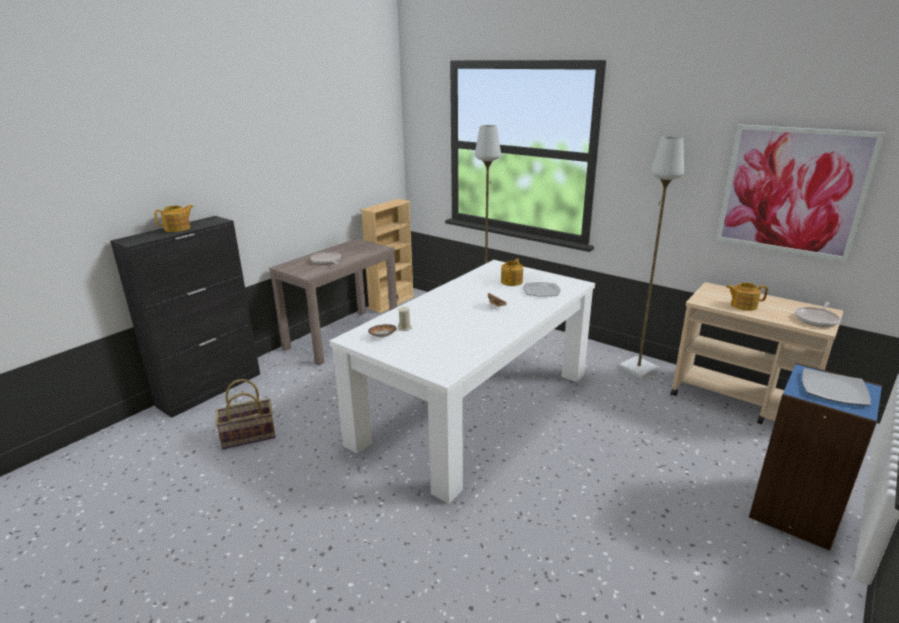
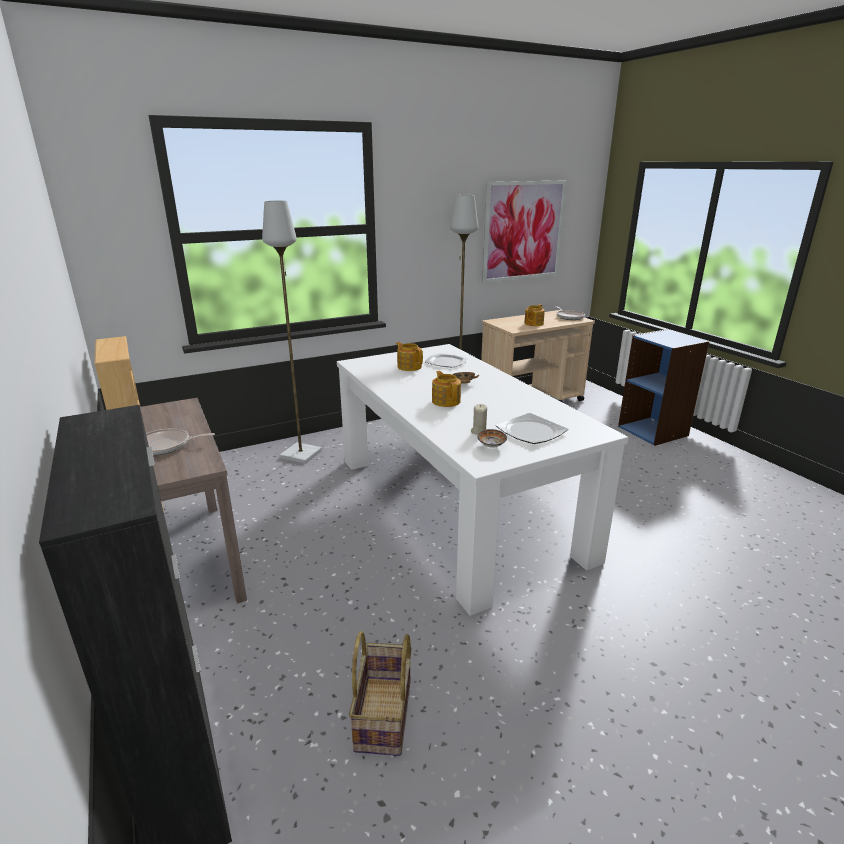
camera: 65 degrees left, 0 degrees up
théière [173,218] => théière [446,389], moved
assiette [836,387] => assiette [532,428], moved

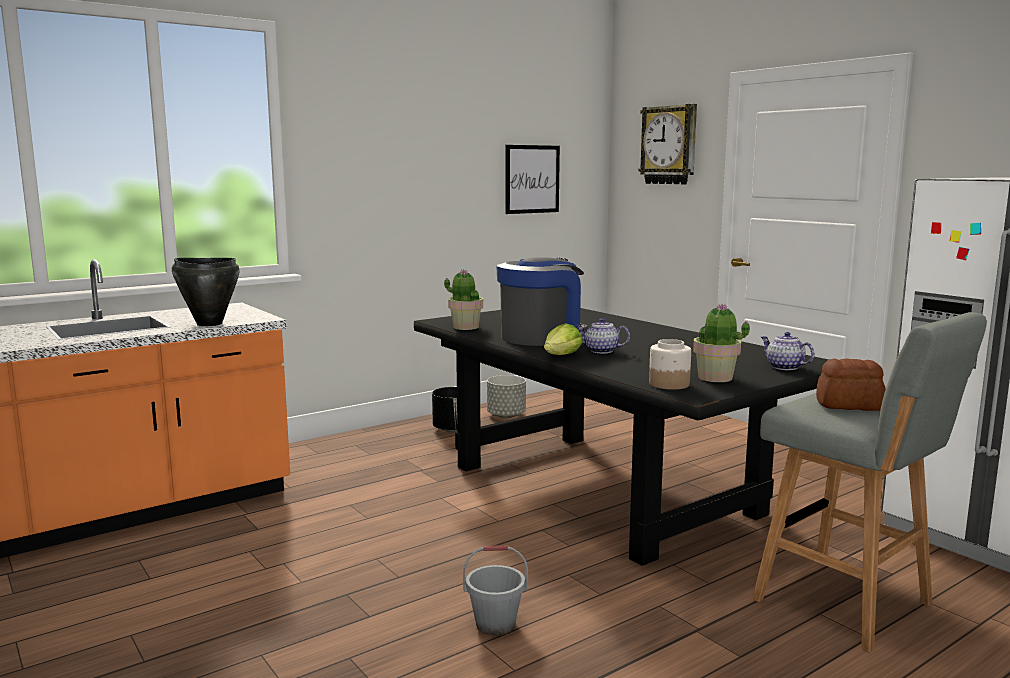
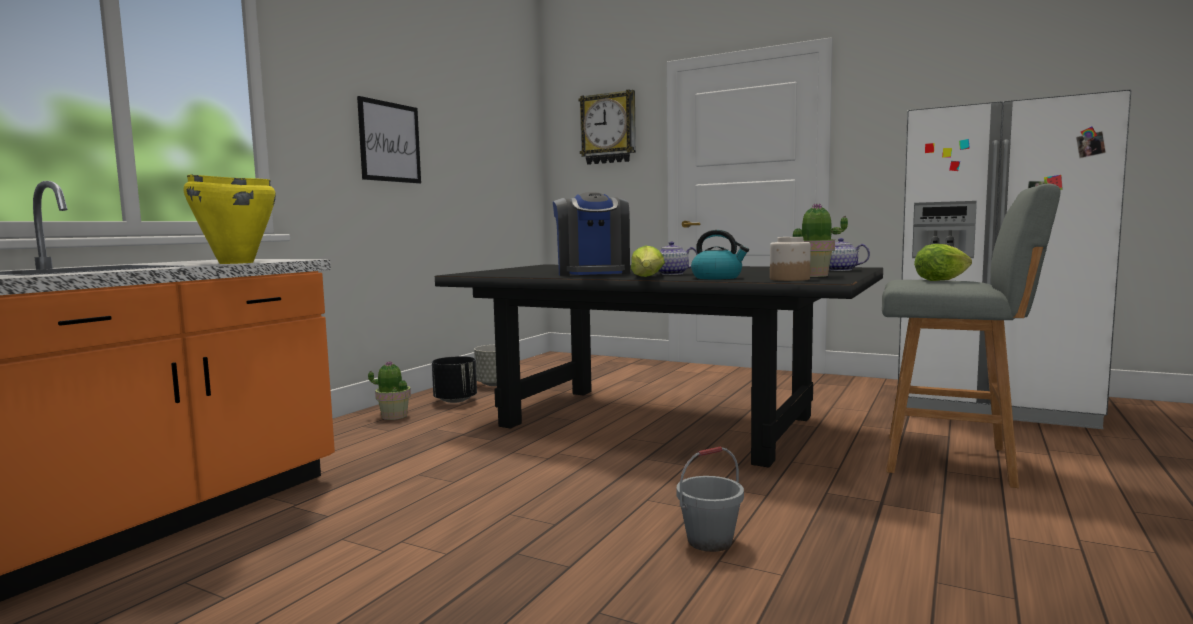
camera: 25 degrees left, 5 degrees down
marmite/noir [206,292] => marmite/jaune [230,219]
tableau [533,179] => tableau [389,140], moved
plante en pot [463,299] => plante en pot [389,390], moved
machine à café [542,301] => machine à café [591,234], 150 degrees clockwise
nothing => bouilloire [720,254]
pain [851,385] => laitue [943,262]

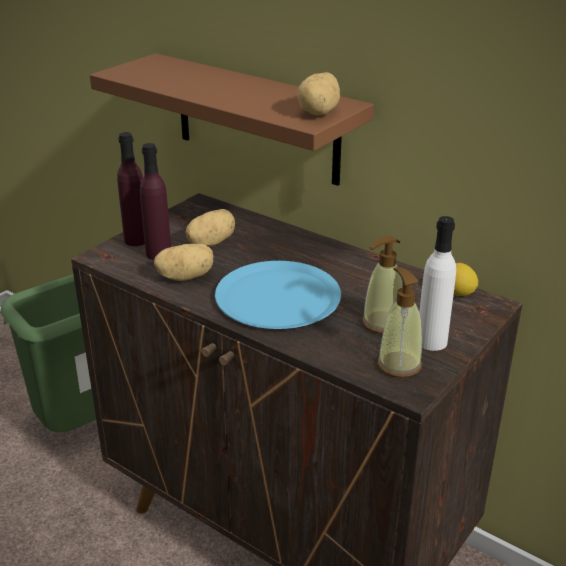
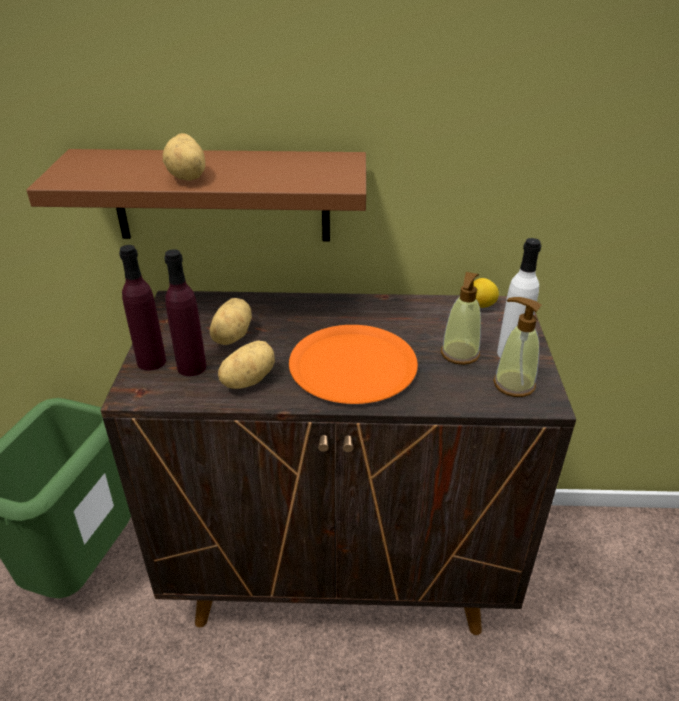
camera: 35 degrees left, 5 degrees up
pomme de terre [318,94] => pomme de terre [184,157], moved
assiette/bleu [278,295] => assiette/orange [353,364]

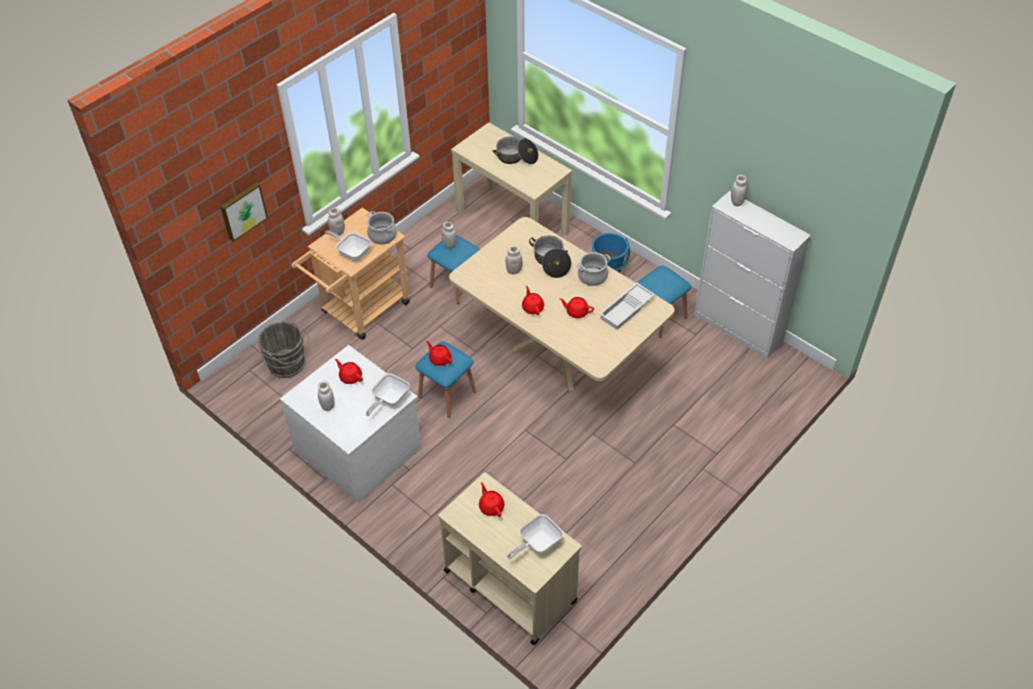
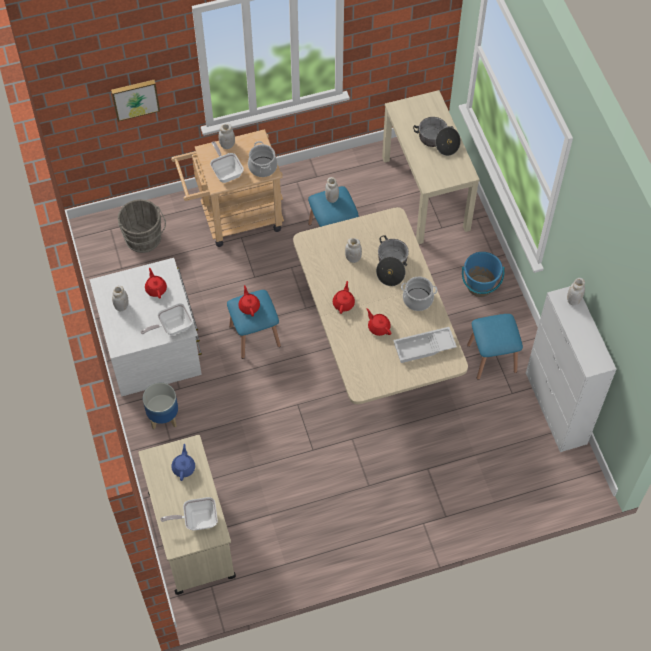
camera: 30 degrees right, 10 degrees up
nothing => cache-pot [160,406]
théière/rouge [492,499] => théière/bleu [183,462]

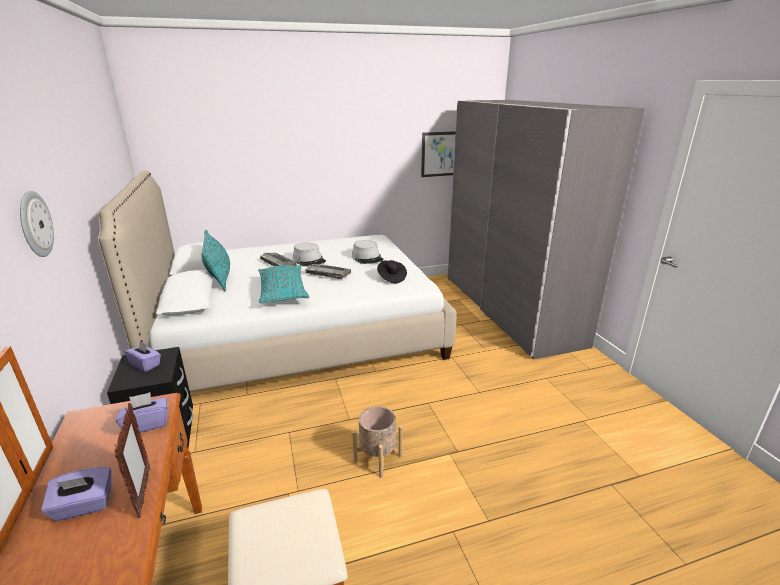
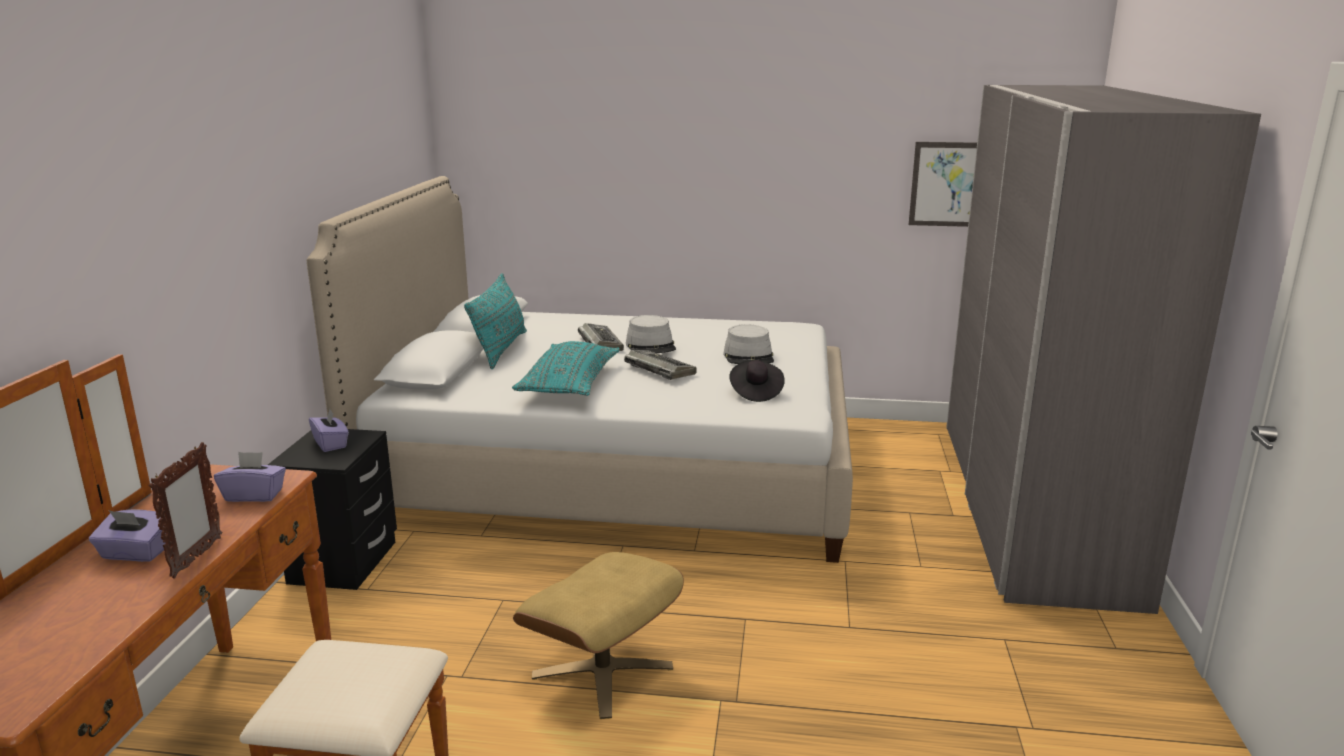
camera: 25 degrees right, 5 degrees down
cache-pot/beige [377,442] => pouf/beige [598,635]
horloge murale [37,224] => nothing

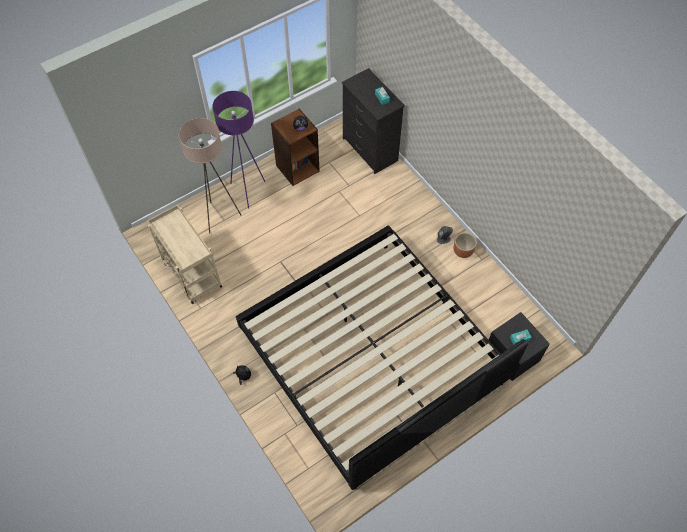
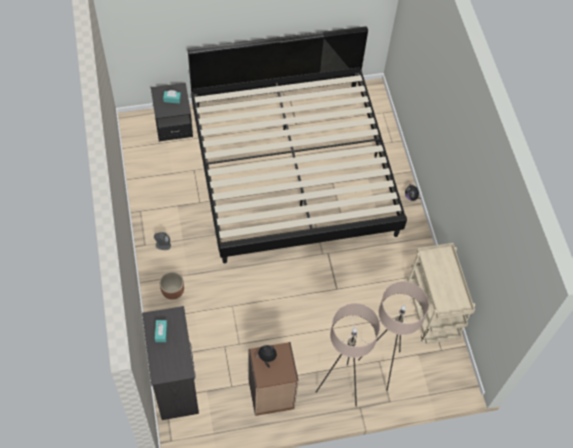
camera: 160 degrees left, 0 degrees up
cache-pot/marron [465,245] => cache-pot/marron [172,286], moved
lampadaire/violet [238,150] => lampadaire/beige [348,355]

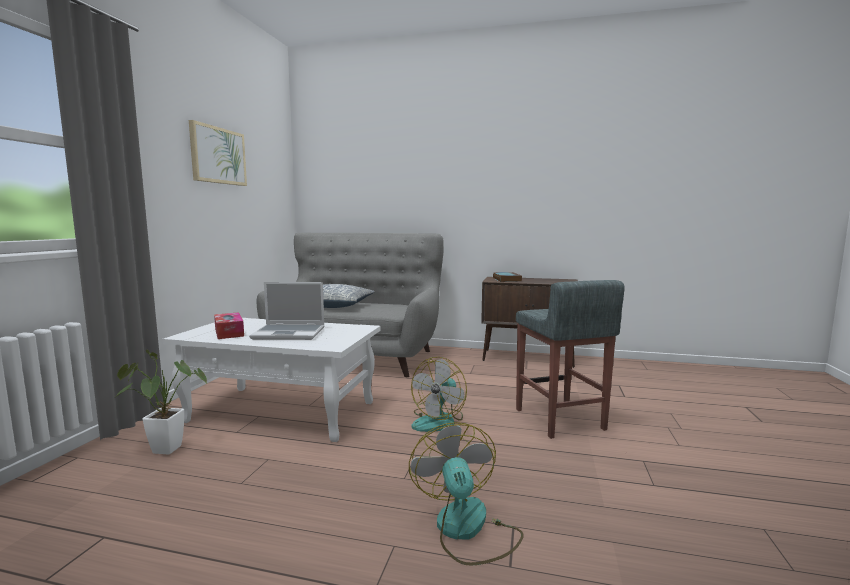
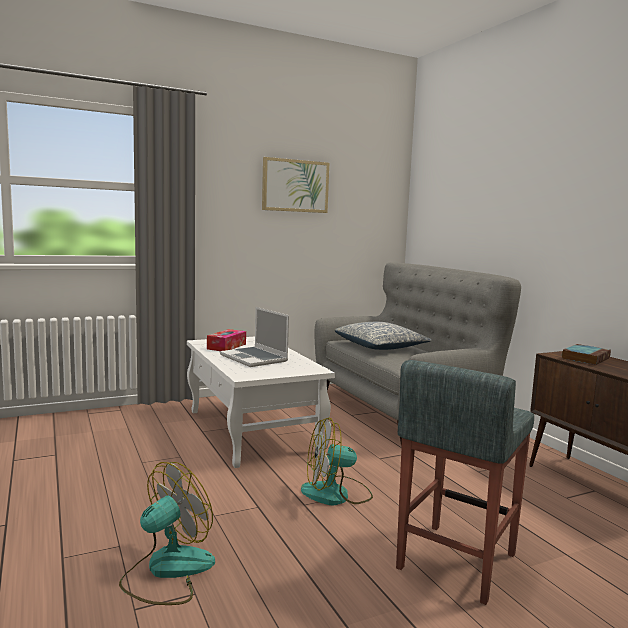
camera: 50 degrees right, 0 degrees up
plante en pot [160,402] => nothing

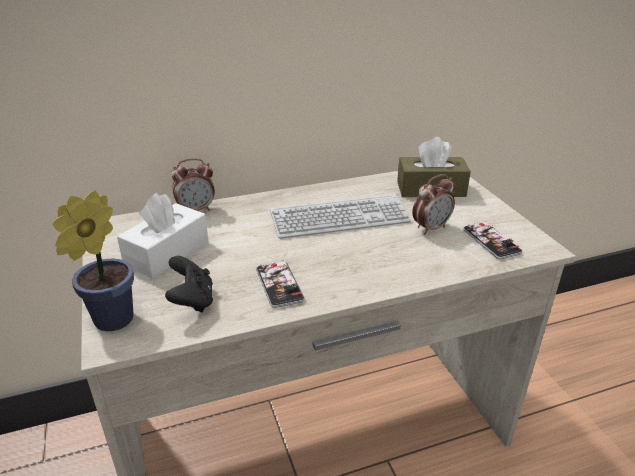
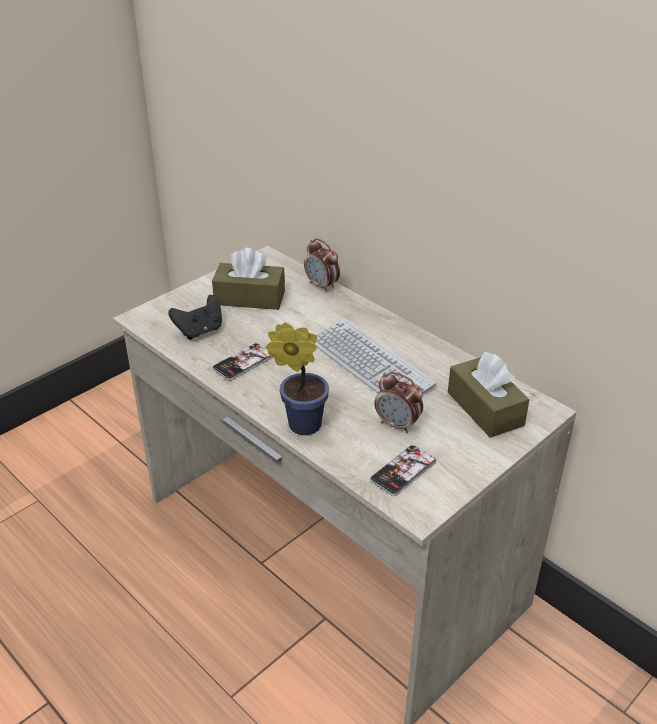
camera: 65 degrees right, 5 degrees up
boîte à mouchoirs/blanc [163,236] => boîte à mouchoirs/marron [248,279]
plante en pot [93,261] => plante en pot [297,378], moved

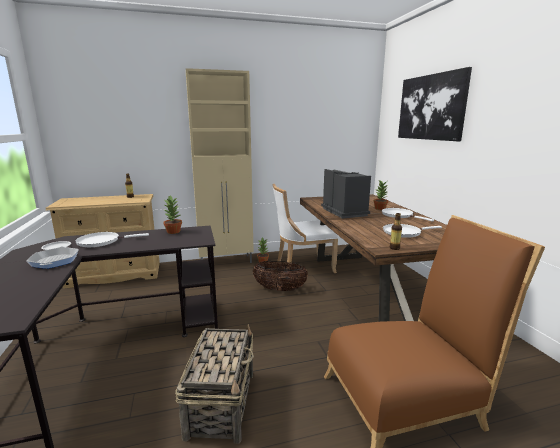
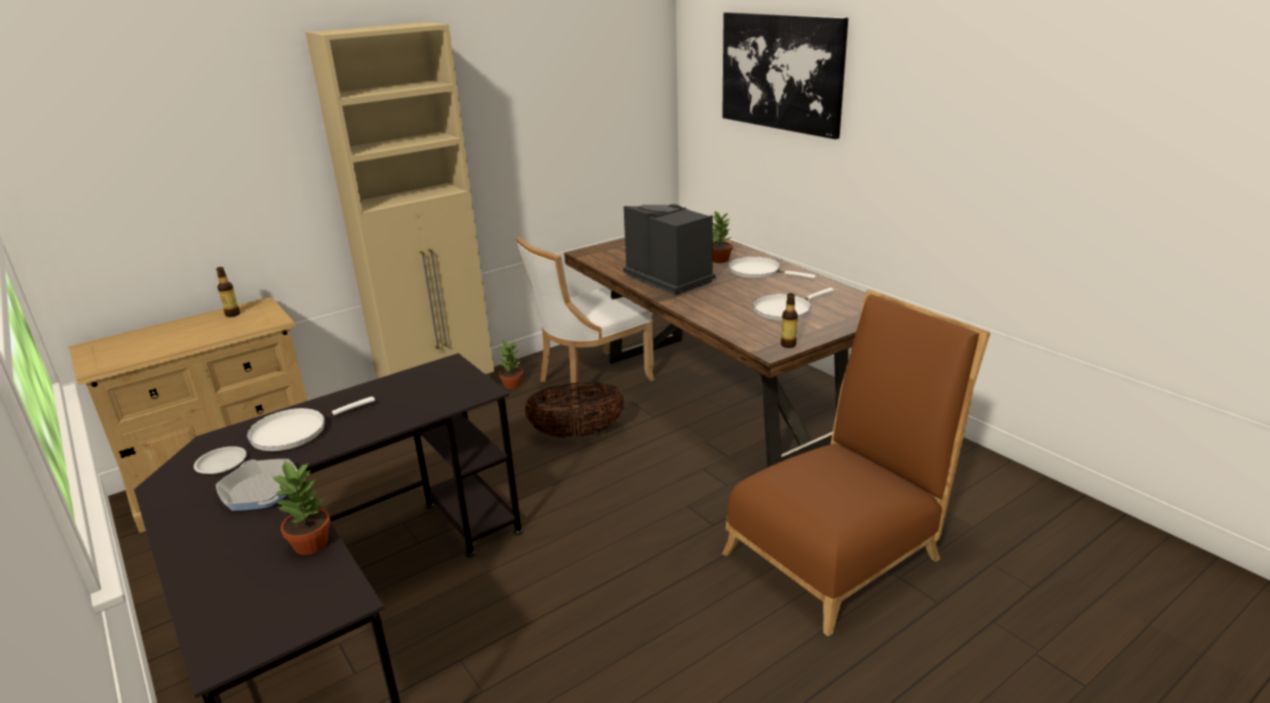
camera: 20 degrees left, 10 degrees up
plante en pot [172,215] => plante en pot [301,507], moved
panier [214,384] => nothing

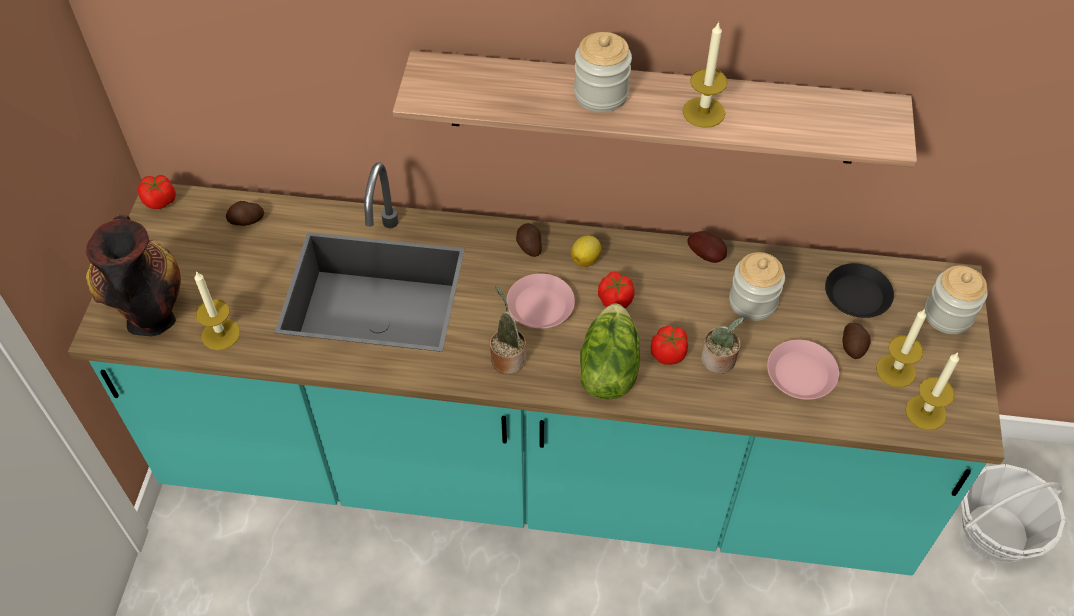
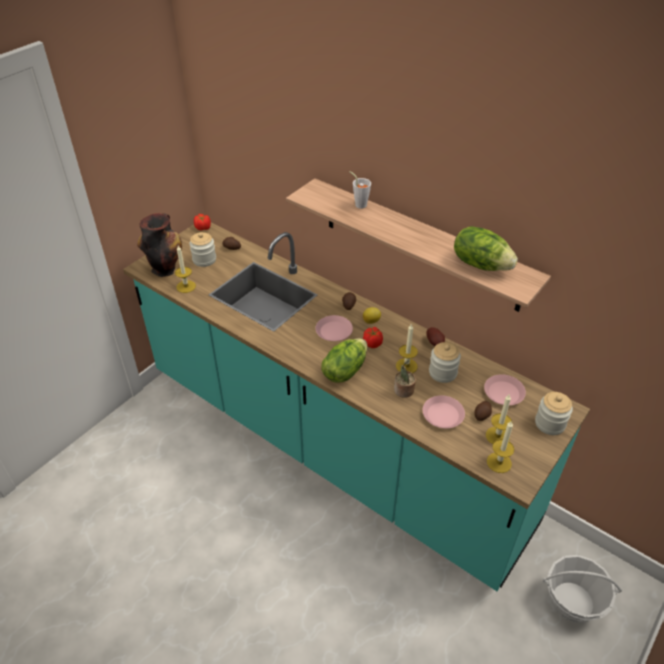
camera: 30 degrees right, 10 degrees down
bocal [603,72] => bocal [202,249], moved
nothing => tasse/blanc [360,190]
bougie [705,74] => bougie [407,348], moved
nothing => laitue [486,248]
assiette/noir [859,290] => assiette/rose [505,390]
plante en pot [507,330] => nothing
tomate [669,345] => nothing

